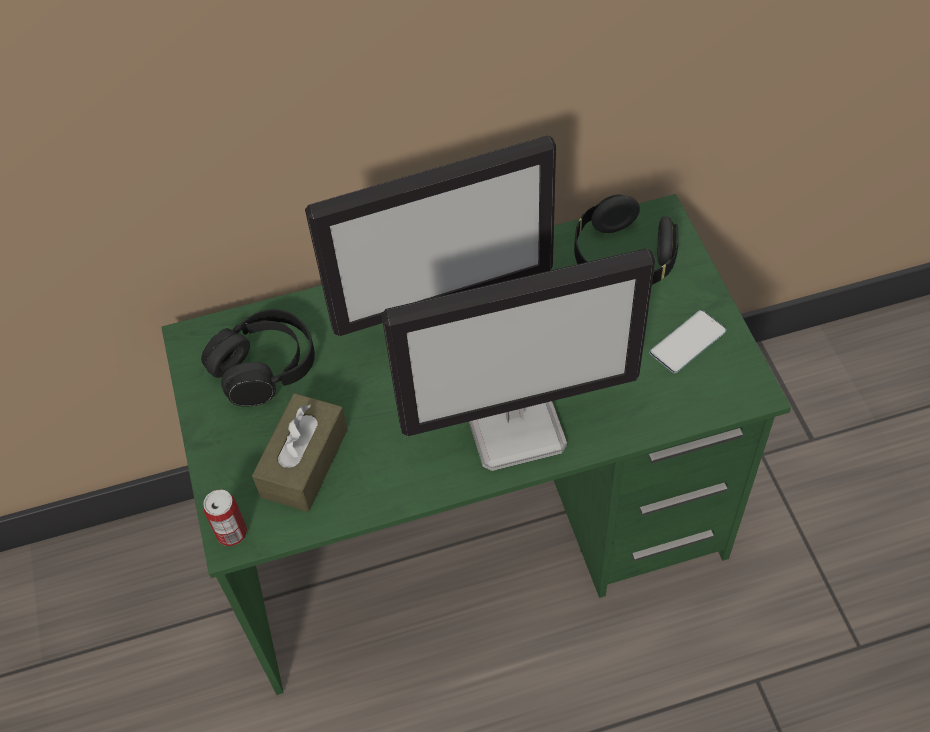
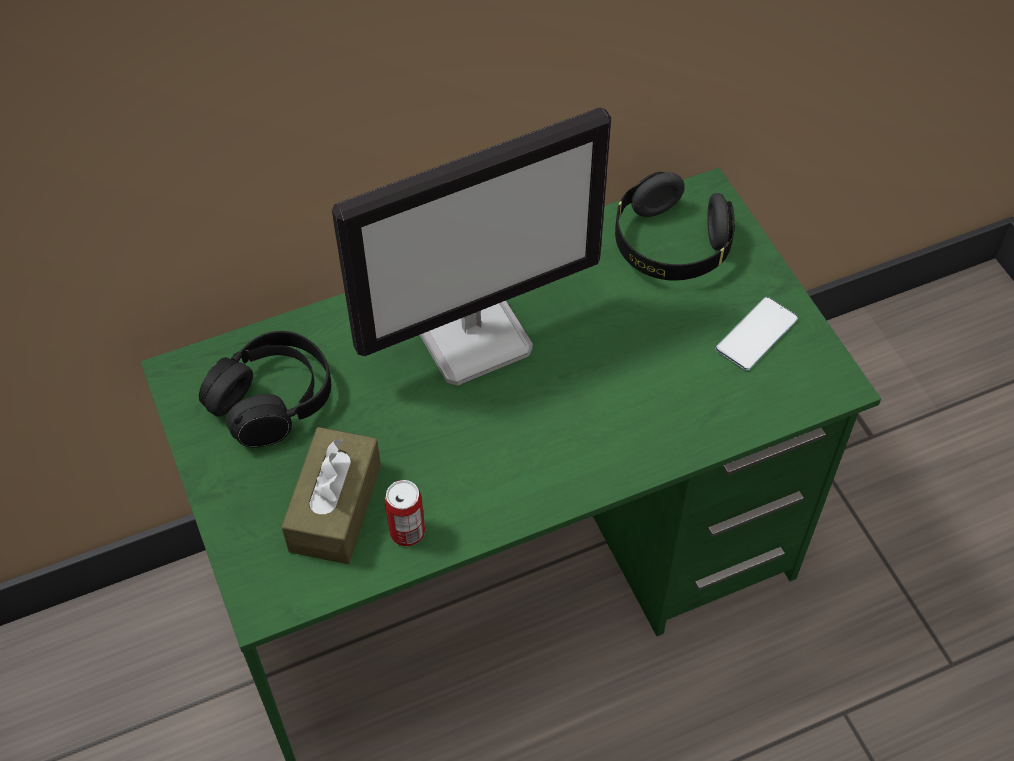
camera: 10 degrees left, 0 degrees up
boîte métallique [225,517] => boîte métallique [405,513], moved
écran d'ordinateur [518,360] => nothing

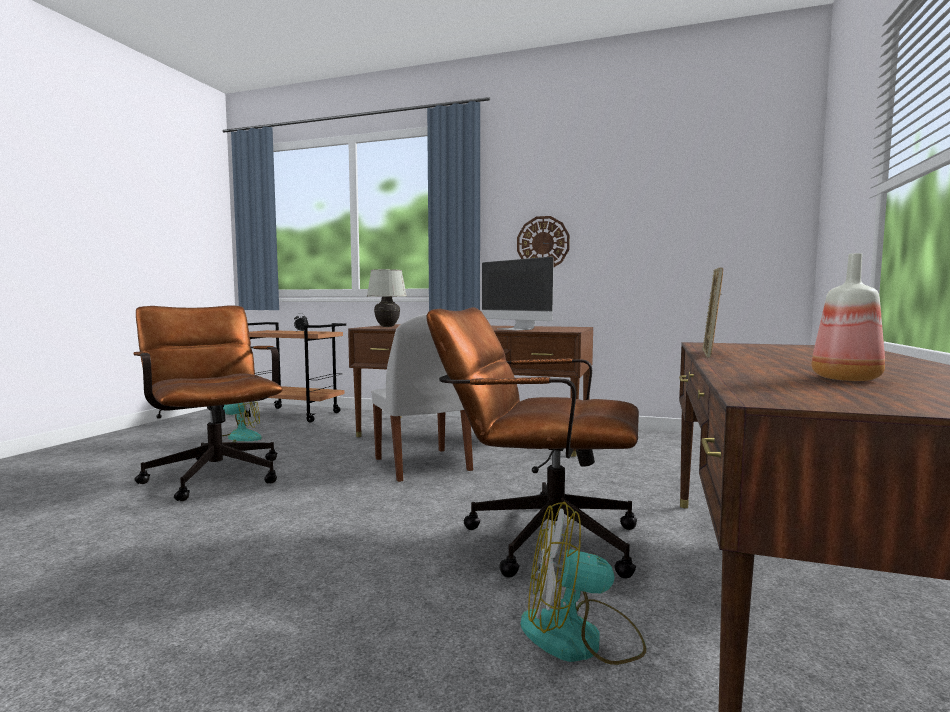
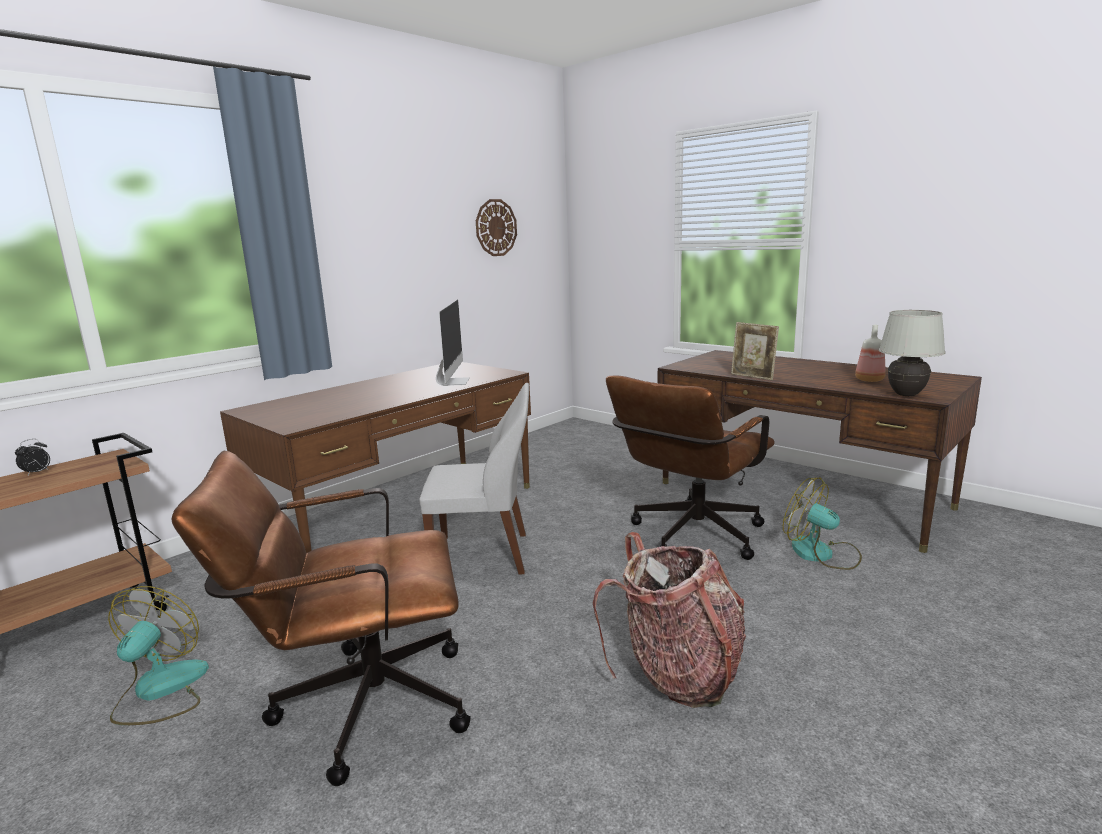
camera: 65 degrees left, 10 degrees up
écran d'ordinateur [518,293] => écran d'ordinateur [453,342], 75 degrees counterclockwise
horloge murale [543,242] => horloge murale [496,227], moved
nothing => sac à dos [669,620]
ventilateur [583,583] => ventilateur [822,523], 105 degrees clockwise
lampe de table/blanc [387,298] => lampe de table/blanc [912,353], moved

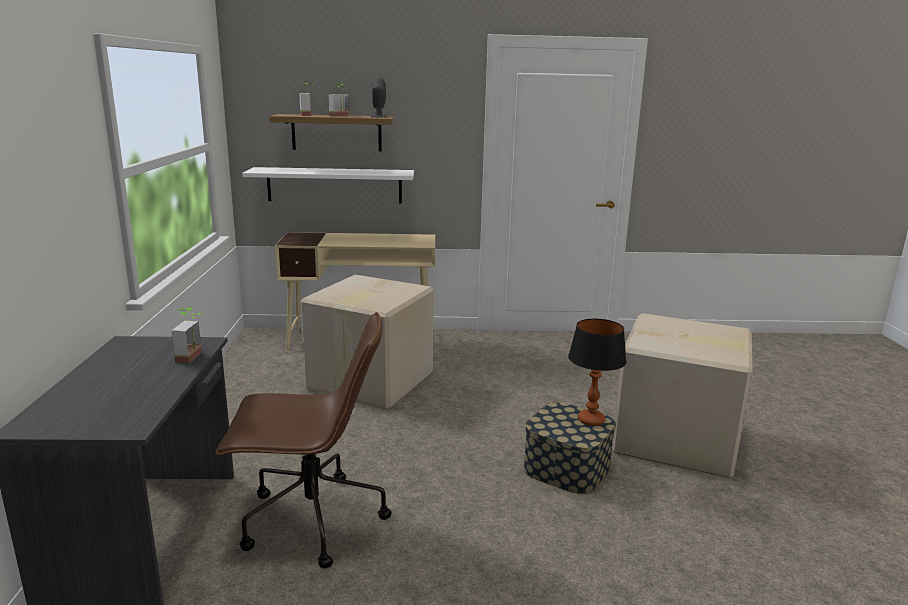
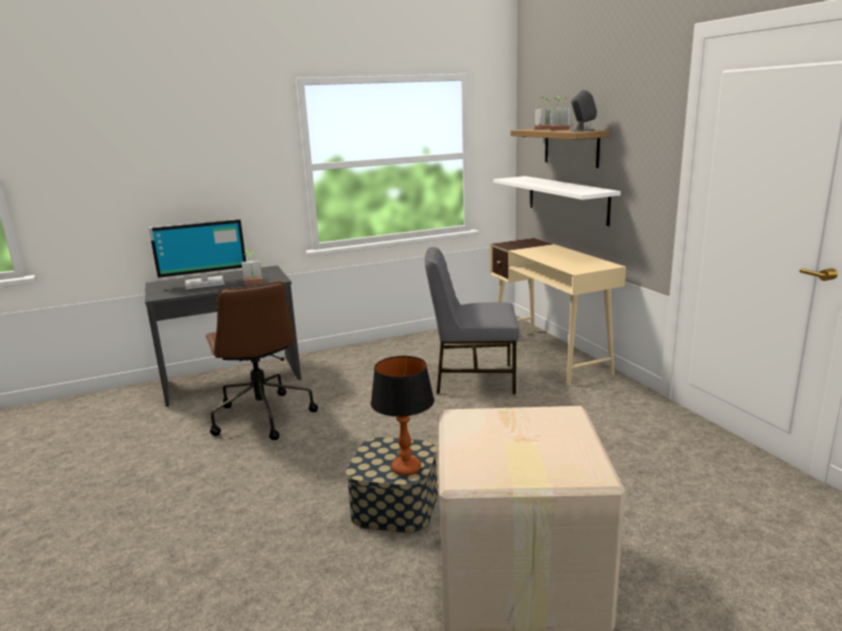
camera: 70 degrees right, 0 degrees up
nothing => écran d'ordinateur [197,254]
carton [367,342] => chaise/gris [472,321]

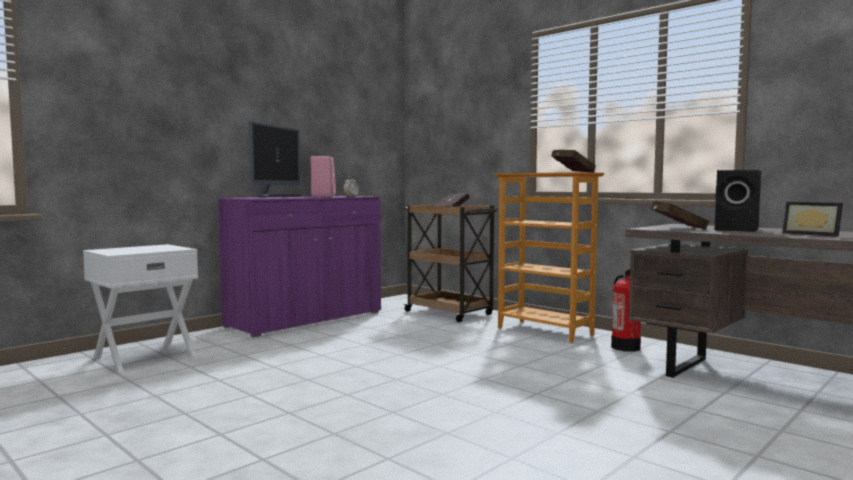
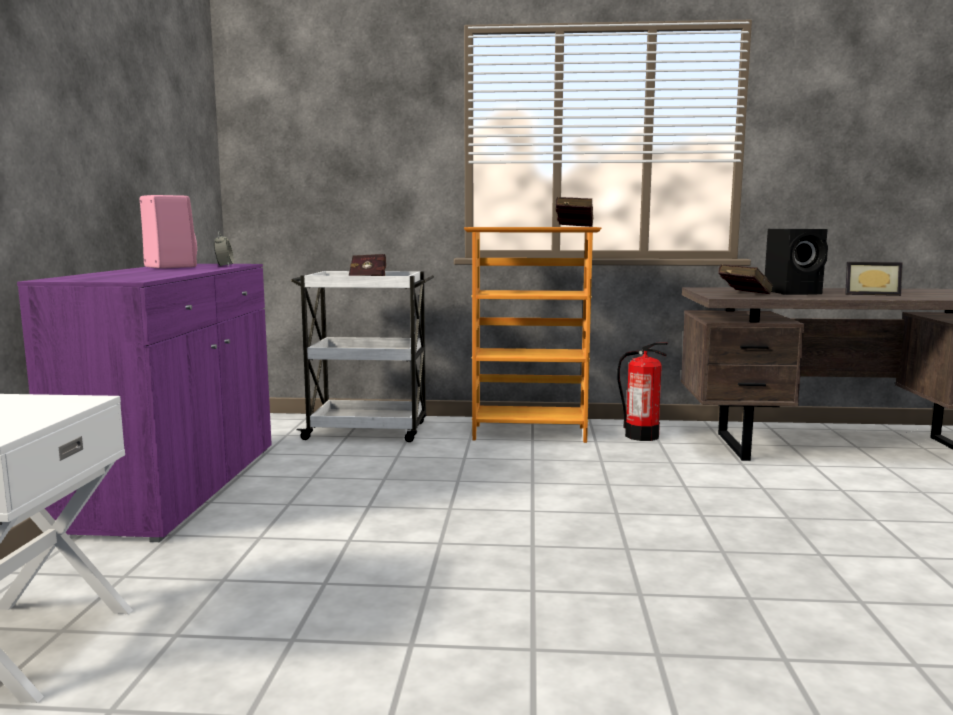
camera: 40 degrees left, 5 degrees up
chariot/marron [450,263] => chariot/blanc [362,356]
écran d'ordinateur [275,159] => nothing

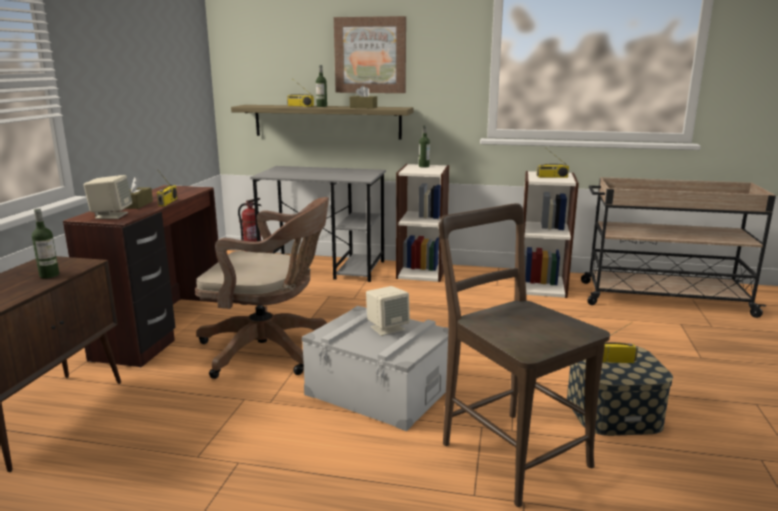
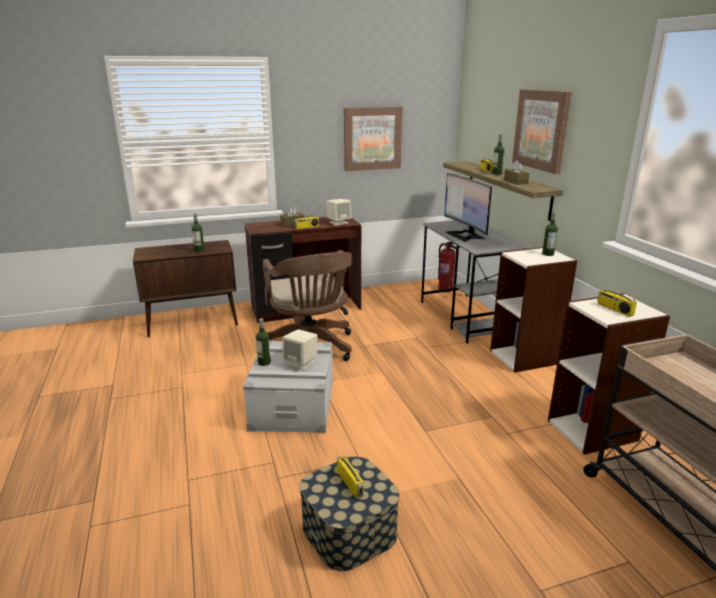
camera: 60 degrees right, 5 degrees up
nothing => bouteille [263,342]
enceinte/beige [108,197] => enceinte/beige [338,212], moved
nothing => tableau [373,139]
nothing => écran d'ordinateur [468,207]
chaise/marron [524,355] => nothing

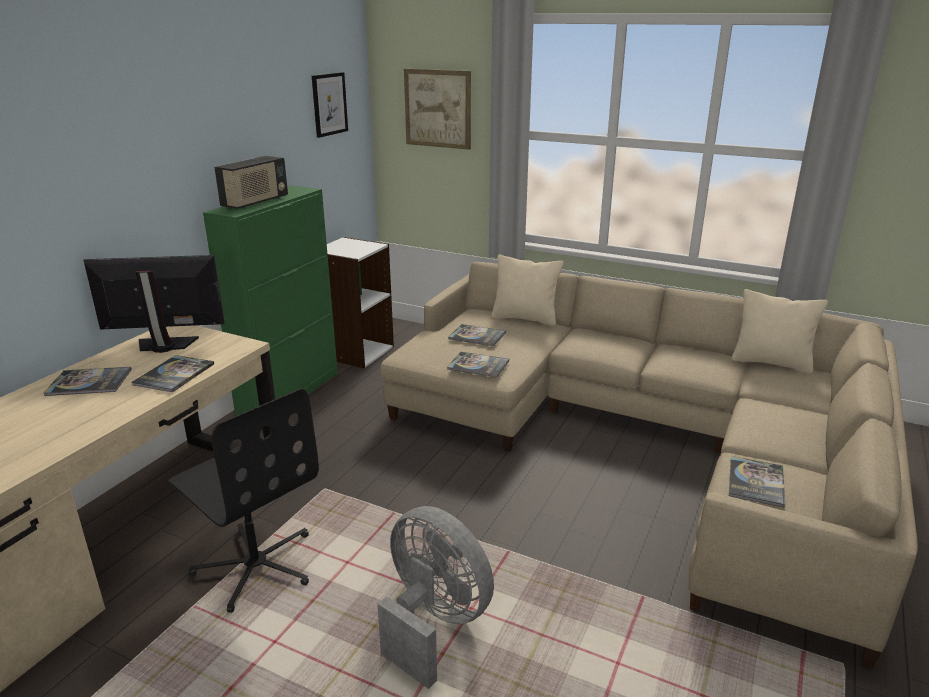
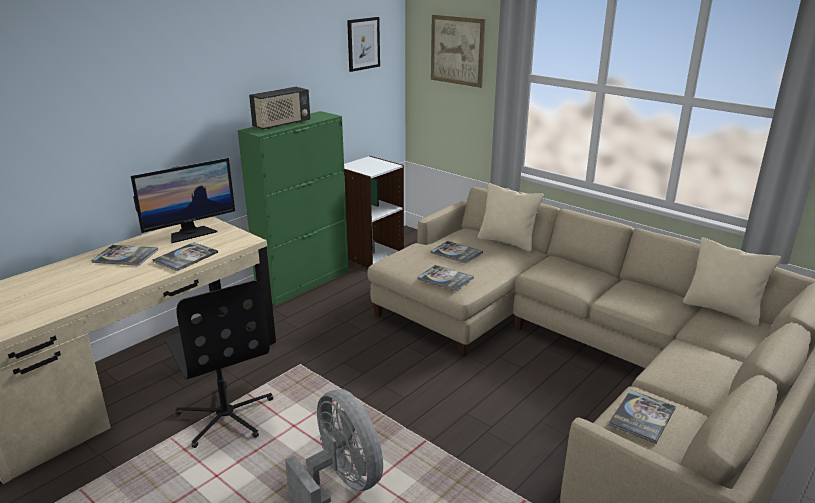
camera: 15 degrees right, 0 degrees up
écran d'ordinateur [154,304] => écran d'ordinateur [183,200], 135 degrees clockwise

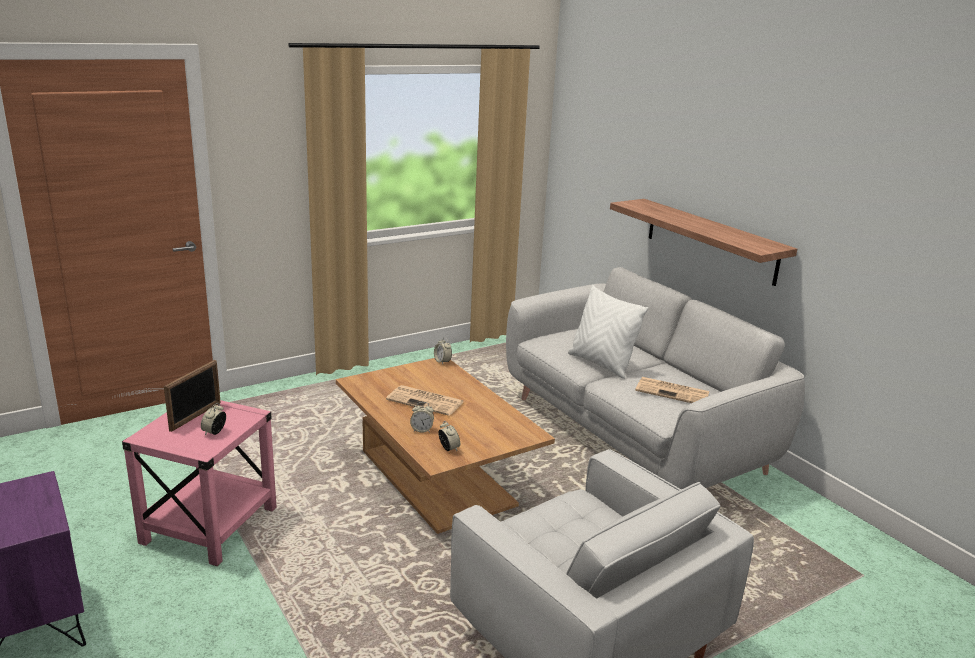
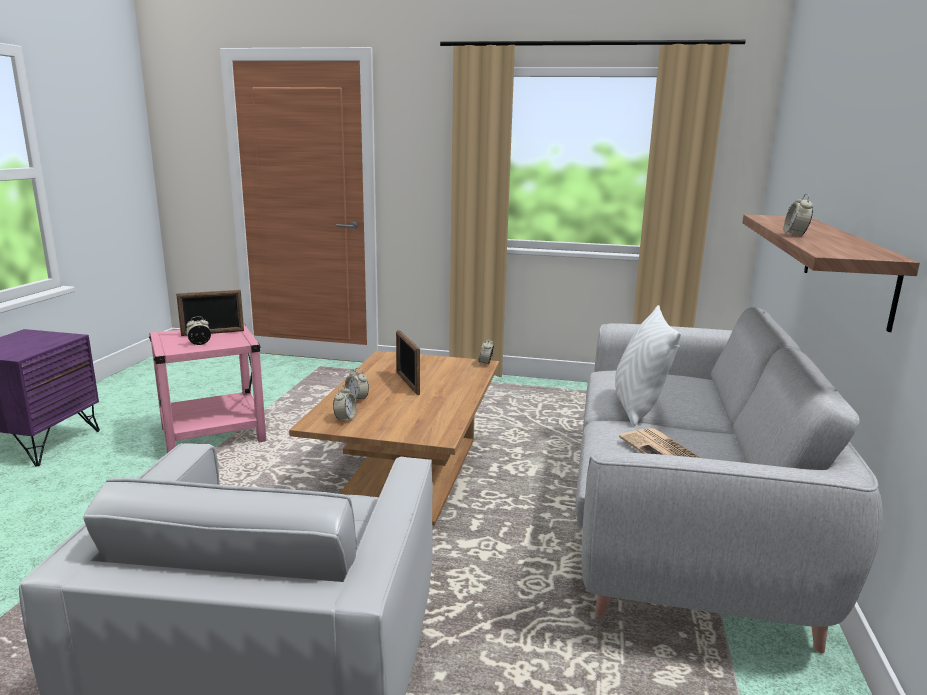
camera: 45 degrees right, 5 degrees down
journal [425,400] => cadre photo [408,362]
nothing => réveil [798,214]

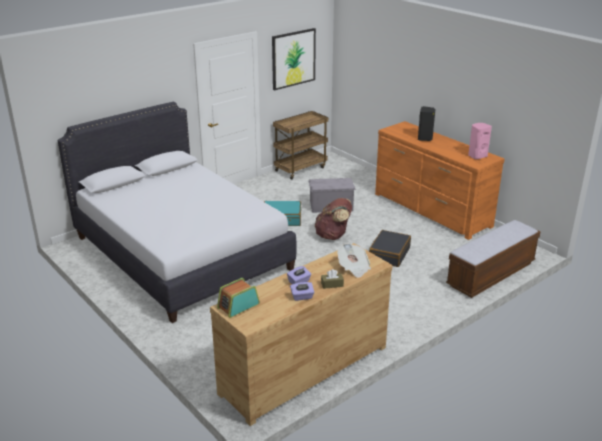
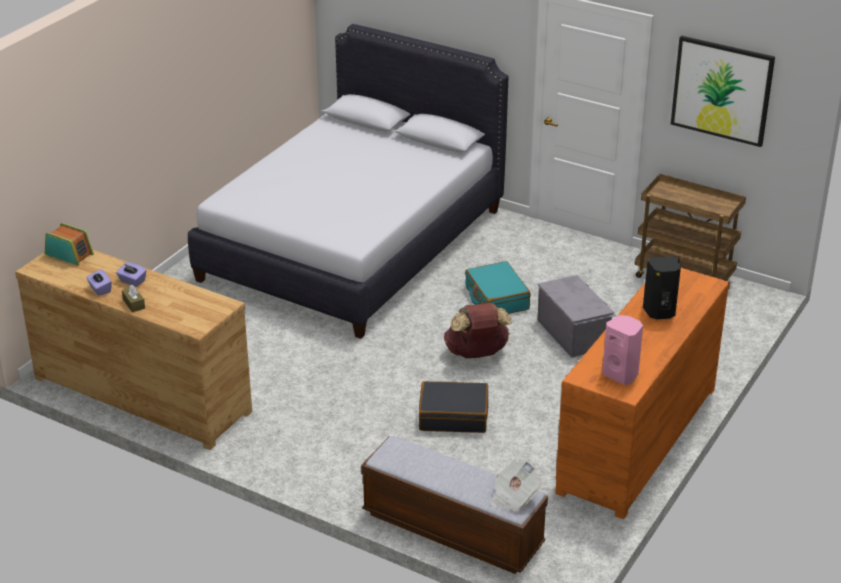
camera: 70 degrees right, 5 degrees up
journal [354,260] => journal [516,487], moved

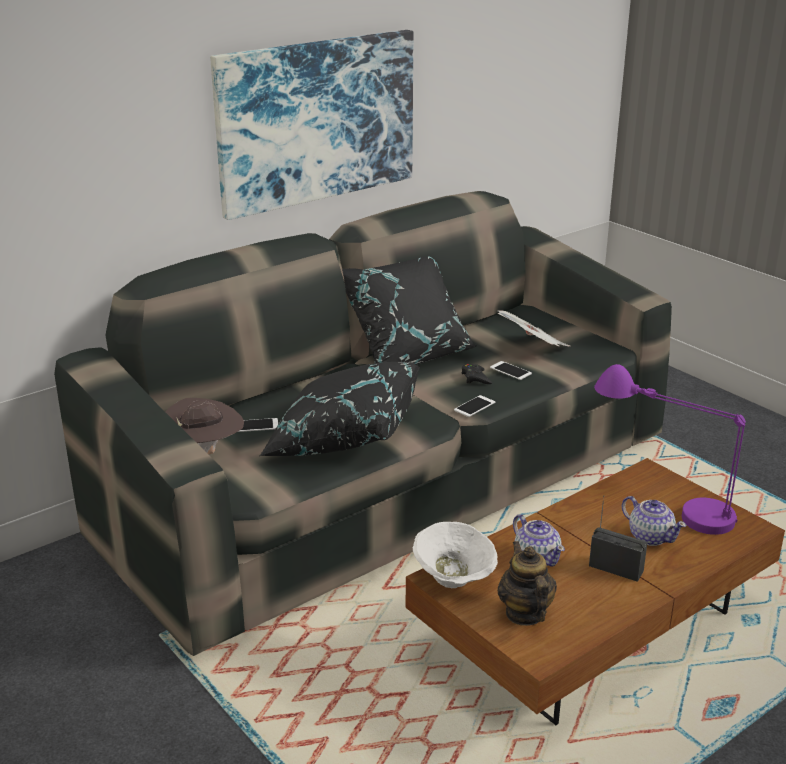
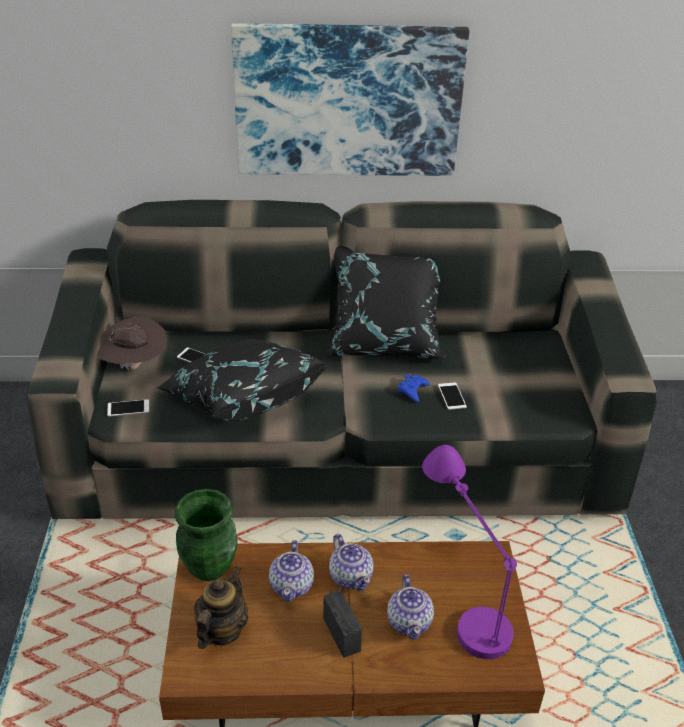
camera: 35 degrees right, 10 degrees up
téléphone [474,406] => téléphone [128,407], moved
bol/blanc [455,555] => vase/vert [206,535]
nothing => théière [351,562]
manette/noir [476,374] => manette/bleu [414,388]
journal [533,328] => nothing

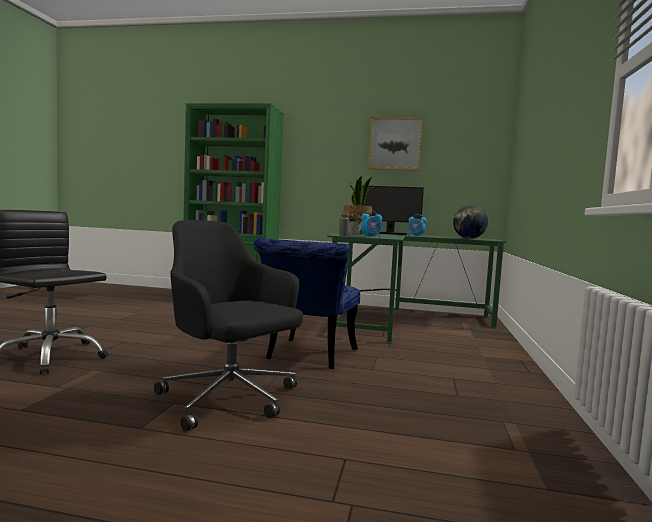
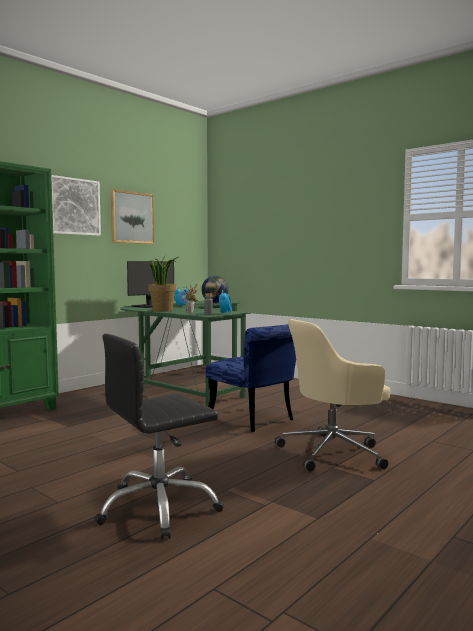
camera: 60 degrees left, 0 degrees up
nothing => tableau [76,205]
chaise de bureau/noir [228,325] => chaise de bureau/beige [333,395]

